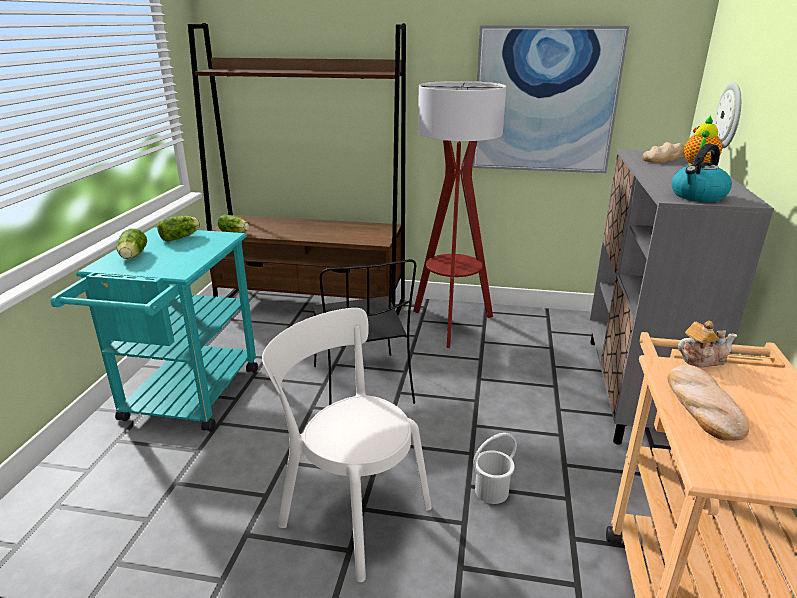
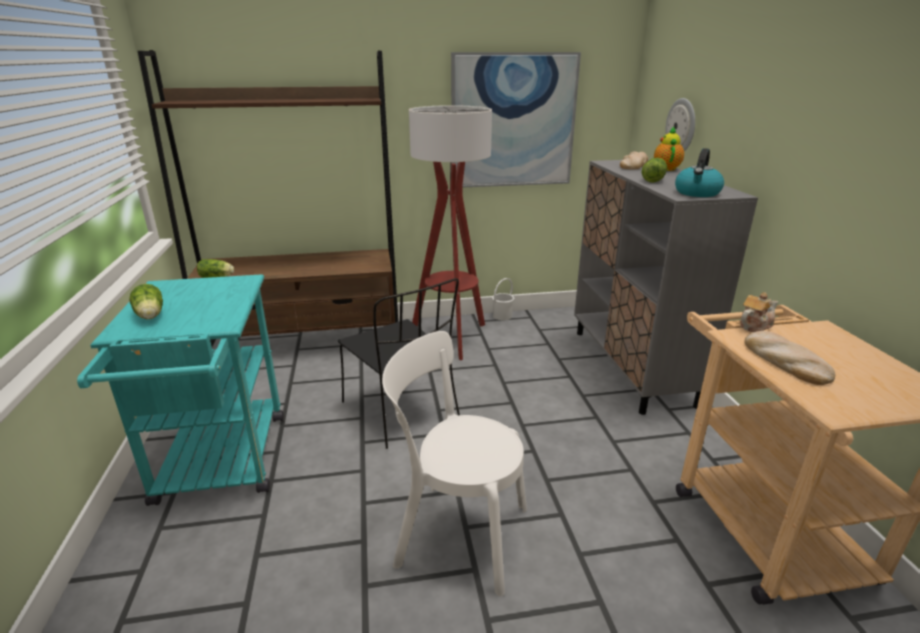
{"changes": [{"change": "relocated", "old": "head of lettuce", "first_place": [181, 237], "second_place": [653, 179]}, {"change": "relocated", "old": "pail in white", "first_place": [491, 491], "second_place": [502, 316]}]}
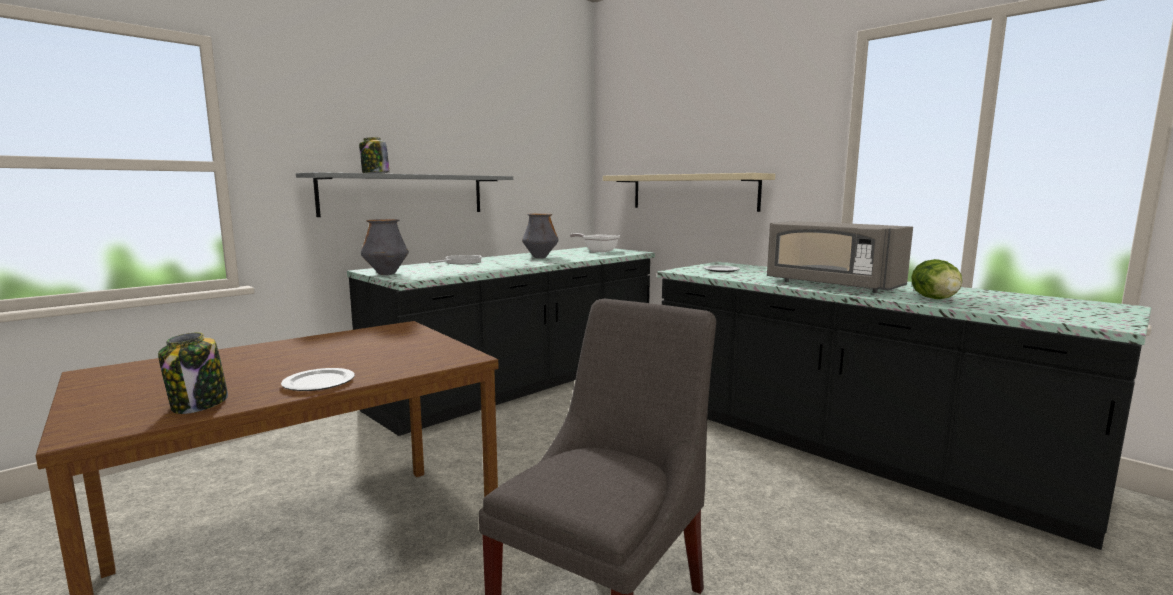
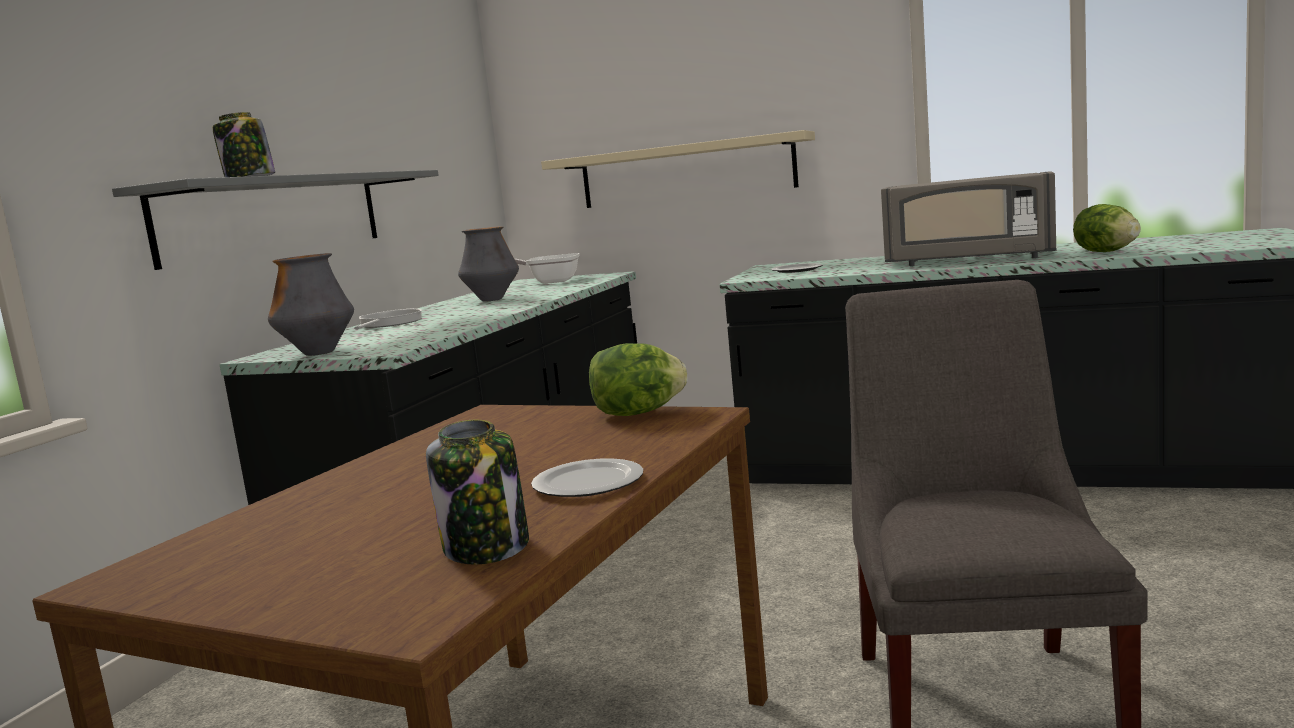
{"changes": [{"change": "appeared", "new": "head of lettuce", "second_place": [638, 413]}]}
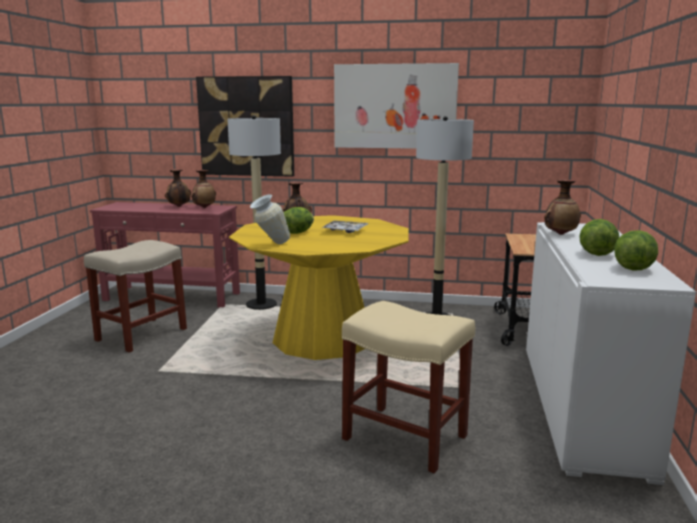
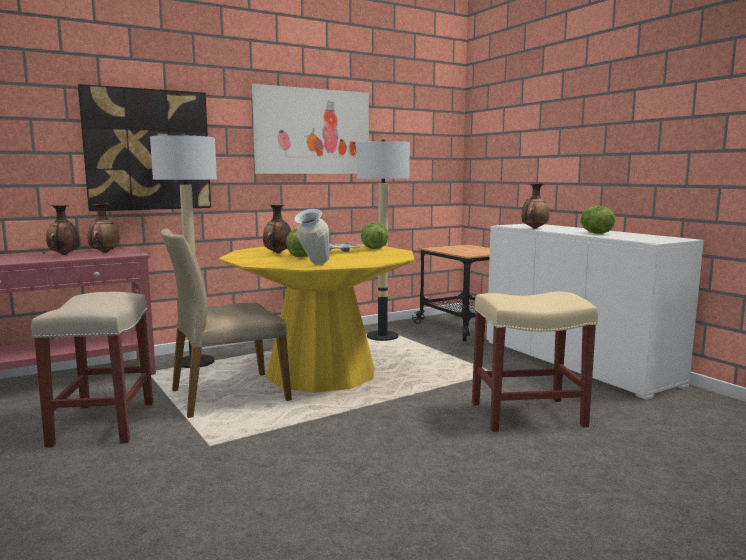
{"changes": [{"change": "relocated", "old": "head of lettuce", "first_place": [633, 268], "second_place": [373, 248]}, {"change": "appeared", "new": "plain chair in beige", "second_place": [228, 395]}]}
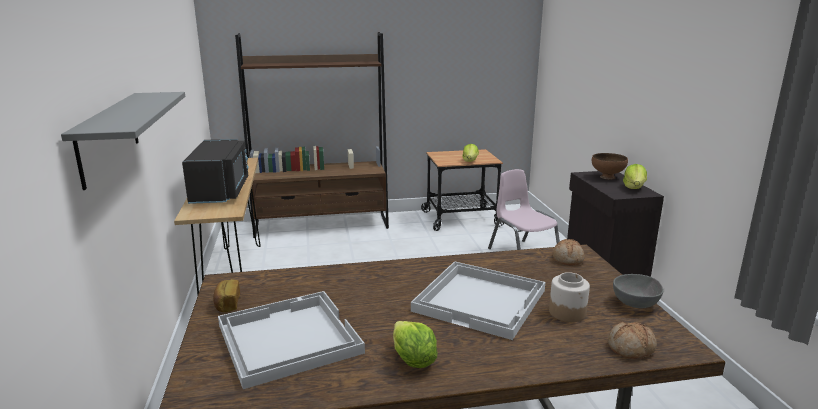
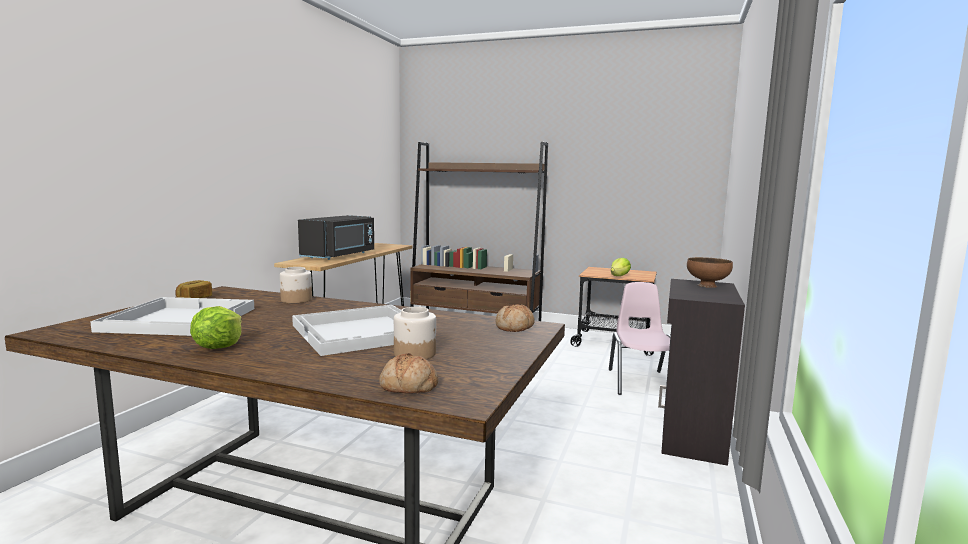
{"changes": [{"change": "missing", "old": "bracket shelf in gray", "first_place": [108, 136]}, {"change": "missing", "old": "serving bowl in gray", "first_place": [636, 304]}, {"change": "missing", "old": "head of lettuce", "first_place": [634, 188]}, {"change": "appeared", "new": "jar", "second_place": [296, 300]}]}
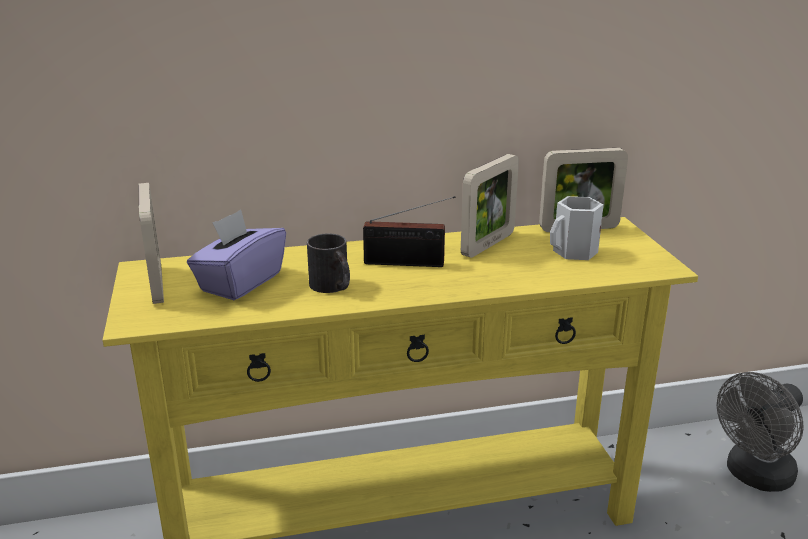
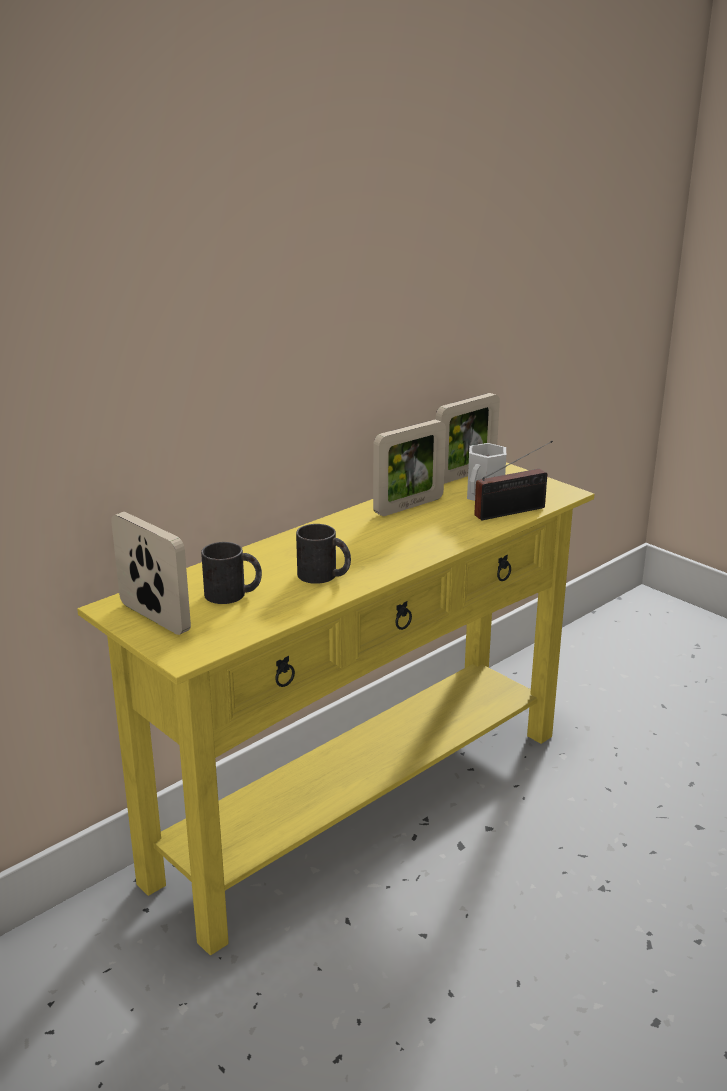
{"changes": [{"change": "exchanged", "old": "box of tissues in purple-coloured", "new": "tea mug in black", "first_place": [240, 282], "second_place": [233, 594]}, {"change": "relocated", "old": "radio", "first_place": [408, 263], "second_place": [514, 511]}, {"change": "spun", "old": "photo frame", "first_place": [488, 244], "second_place": [408, 506], "degrees": 45}, {"change": "missing", "old": "electric fan in gray", "first_place": [754, 476]}]}
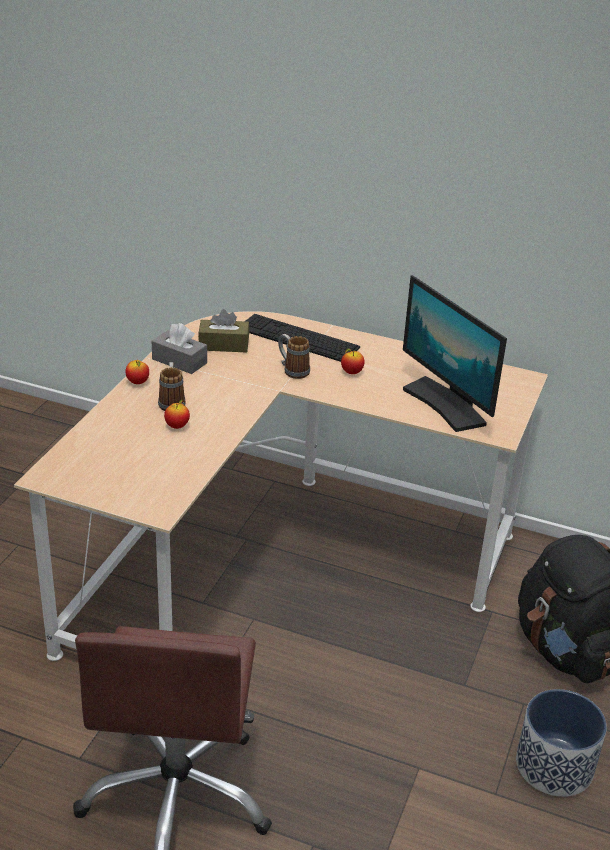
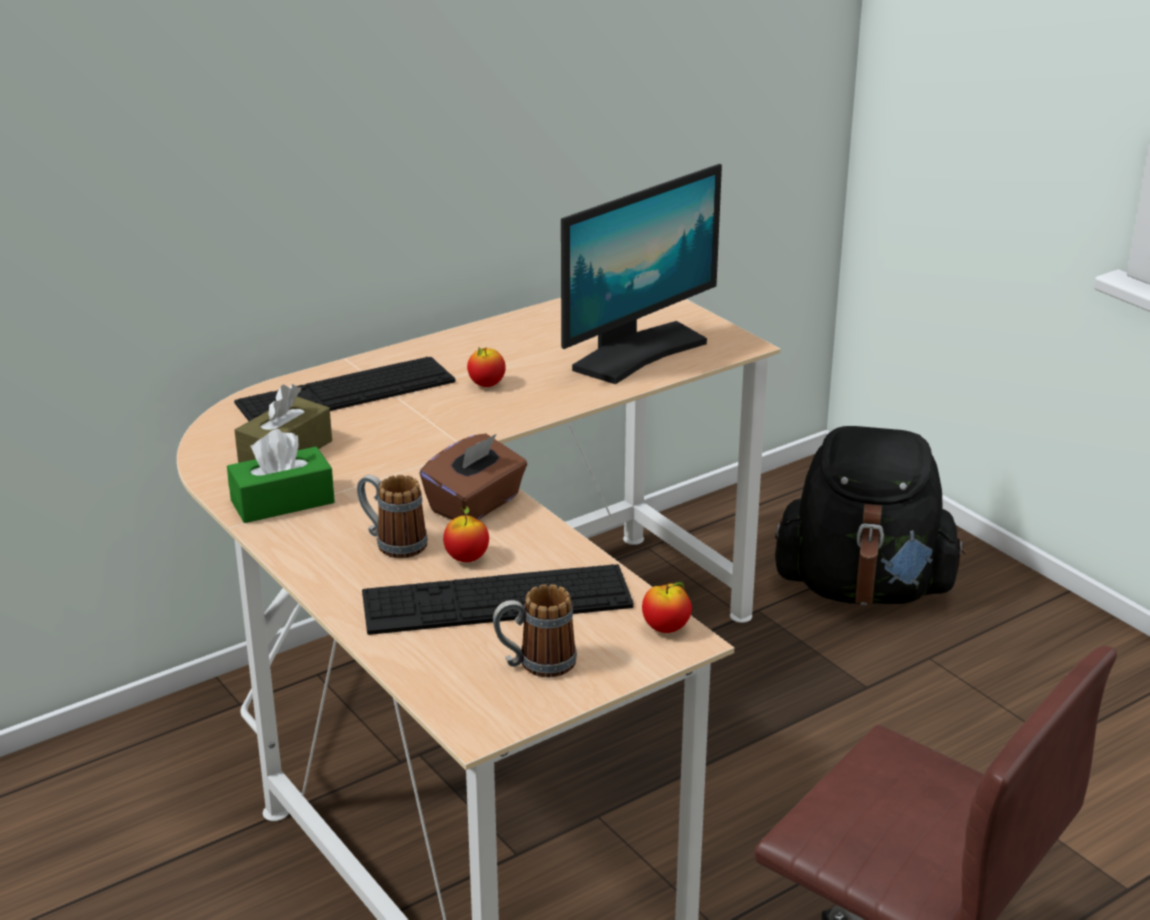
{"changes": [{"change": "relocated", "old": "whole apple", "first_place": [138, 382], "second_place": [666, 629]}, {"change": "colour", "old": "box of tissues in gray", "new": "box of tissues in green", "first_place": [179, 361], "second_place": [282, 502]}, {"change": "relocated", "old": "tea mug", "first_place": [292, 370], "second_place": [535, 664]}, {"change": "spun", "old": "computer screen", "first_place": [445, 404], "second_place": [637, 353], "degrees": -45}, {"change": "missing", "old": "flower pot", "first_place": [554, 766]}, {"change": "appeared", "new": "computer keyboard", "second_place": [496, 600]}, {"change": "appeared", "new": "box of tissues in brownish", "second_place": [476, 505]}]}
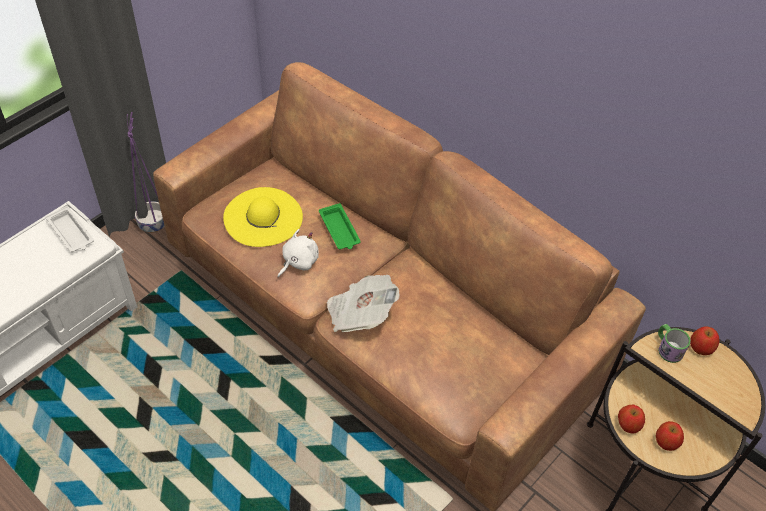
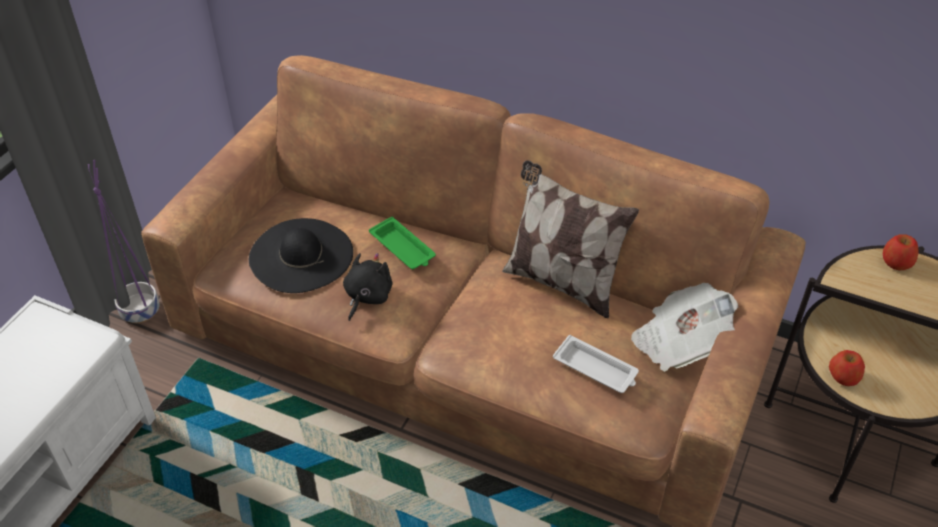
{"changes": [{"change": "relocated", "old": "carrying tray in white", "first_place": [71, 233], "second_place": [596, 369]}, {"change": "colour", "old": "hat in yellow", "new": "hat in black", "first_place": [263, 217], "second_place": [301, 255]}, {"change": "colour", "old": "plush toy in white", "new": "plush toy in black", "first_place": [298, 261], "second_place": [367, 296]}, {"change": "relocated", "old": "printed paper", "first_place": [360, 314], "second_place": [679, 342]}, {"change": "missing", "old": "whole apple", "first_place": [667, 441]}, {"change": "missing", "old": "tea mug", "first_place": [667, 348]}, {"change": "appeared", "new": "pillow", "second_place": [561, 282]}]}
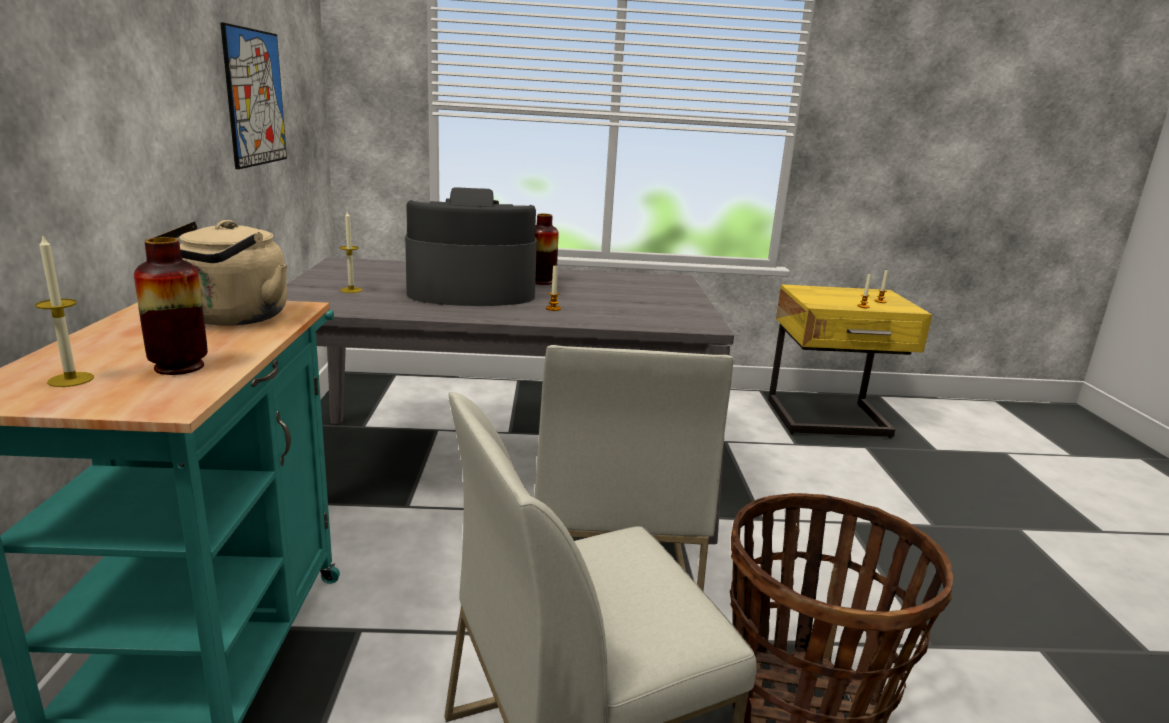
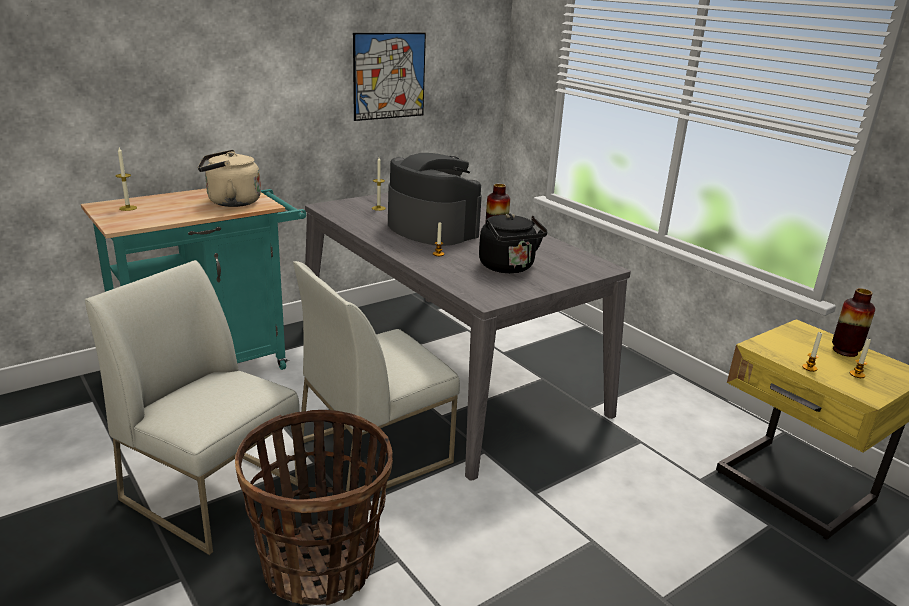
{"changes": [{"change": "relocated", "old": "vase", "first_place": [179, 367], "second_place": [845, 351]}, {"change": "appeared", "new": "tea kettle in black", "second_place": [508, 268]}]}
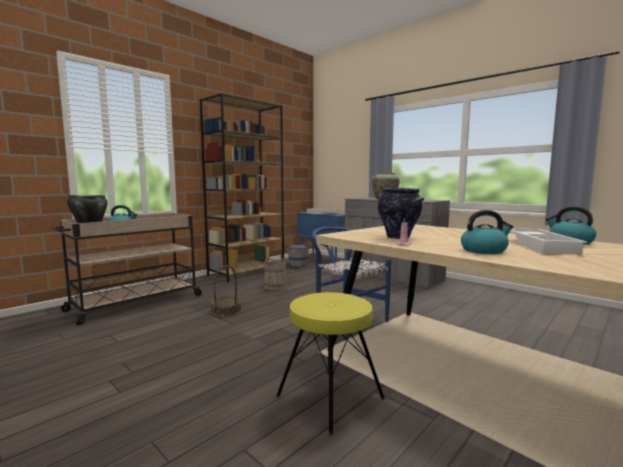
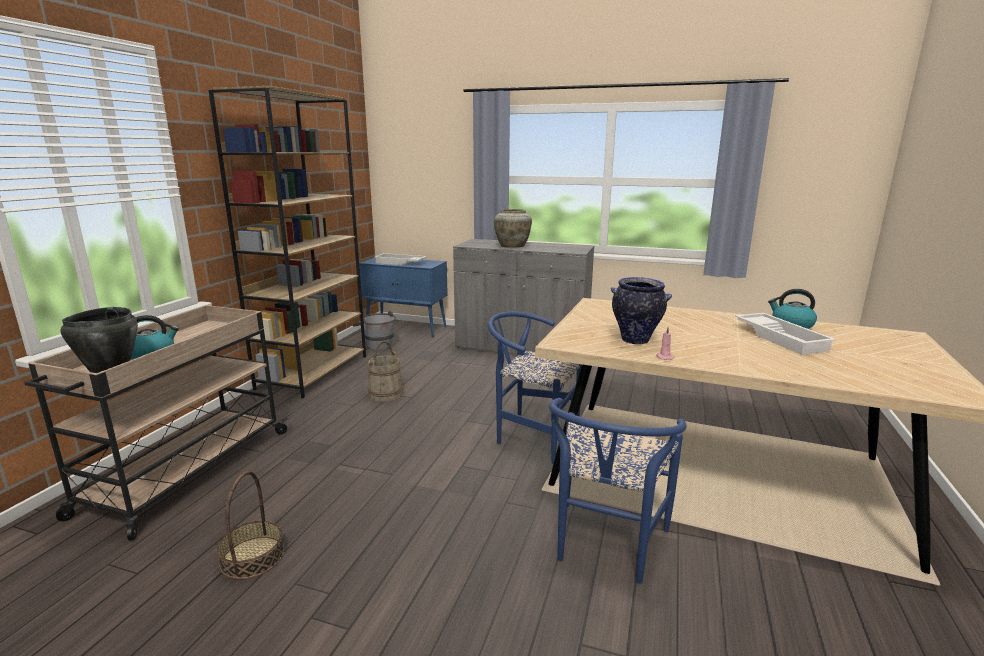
{"changes": [{"change": "relocated", "old": "storage basket", "first_place": [226, 311], "second_place": [252, 557]}, {"change": "exchanged", "old": "stool in yellow", "new": "plain chair in blue", "first_place": [329, 397], "second_place": [605, 547]}, {"change": "missing", "old": "tea kettle", "first_place": [484, 250]}]}
